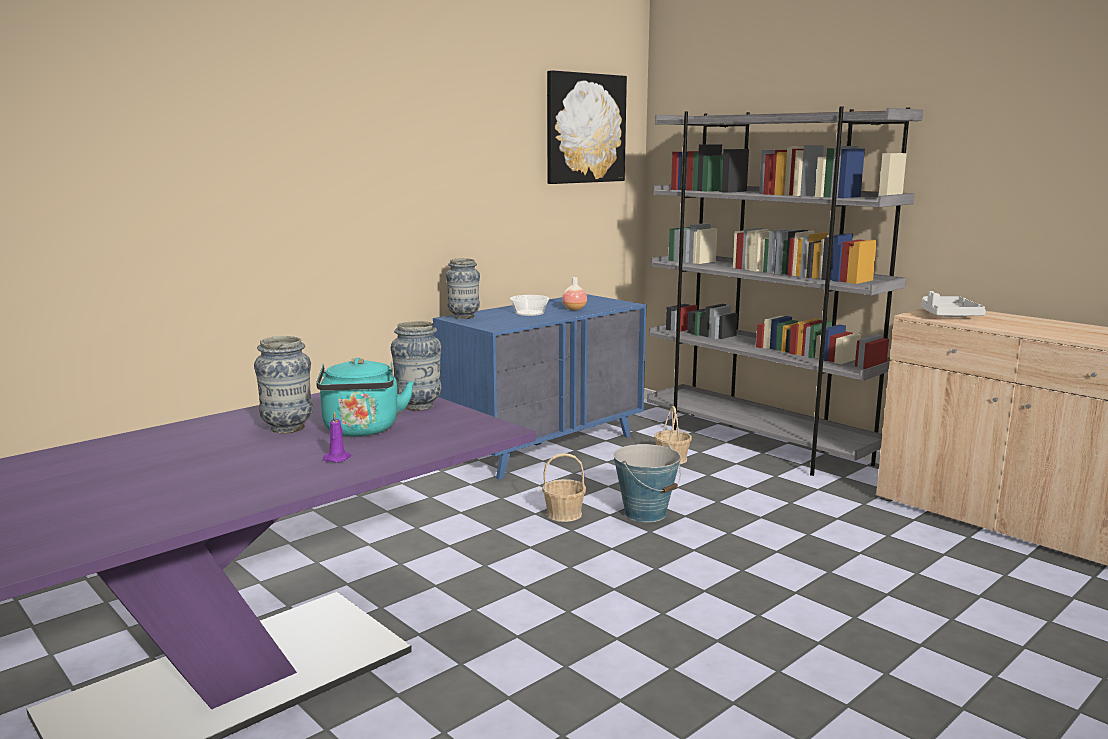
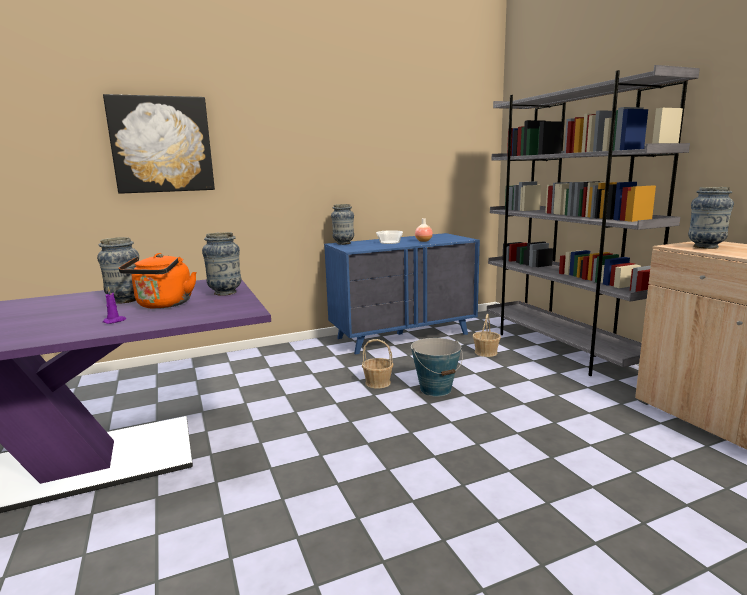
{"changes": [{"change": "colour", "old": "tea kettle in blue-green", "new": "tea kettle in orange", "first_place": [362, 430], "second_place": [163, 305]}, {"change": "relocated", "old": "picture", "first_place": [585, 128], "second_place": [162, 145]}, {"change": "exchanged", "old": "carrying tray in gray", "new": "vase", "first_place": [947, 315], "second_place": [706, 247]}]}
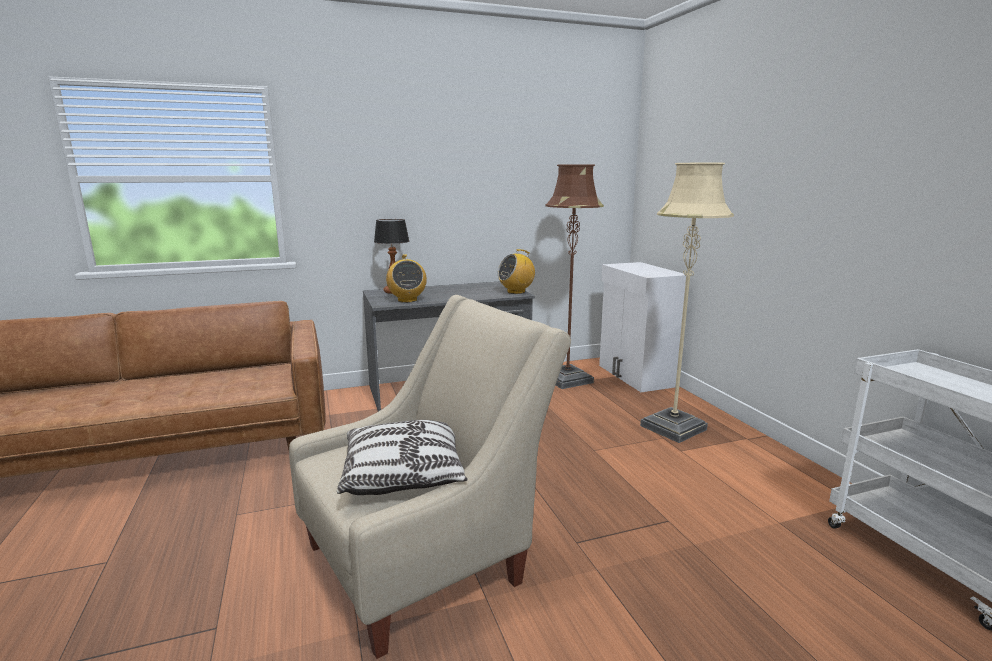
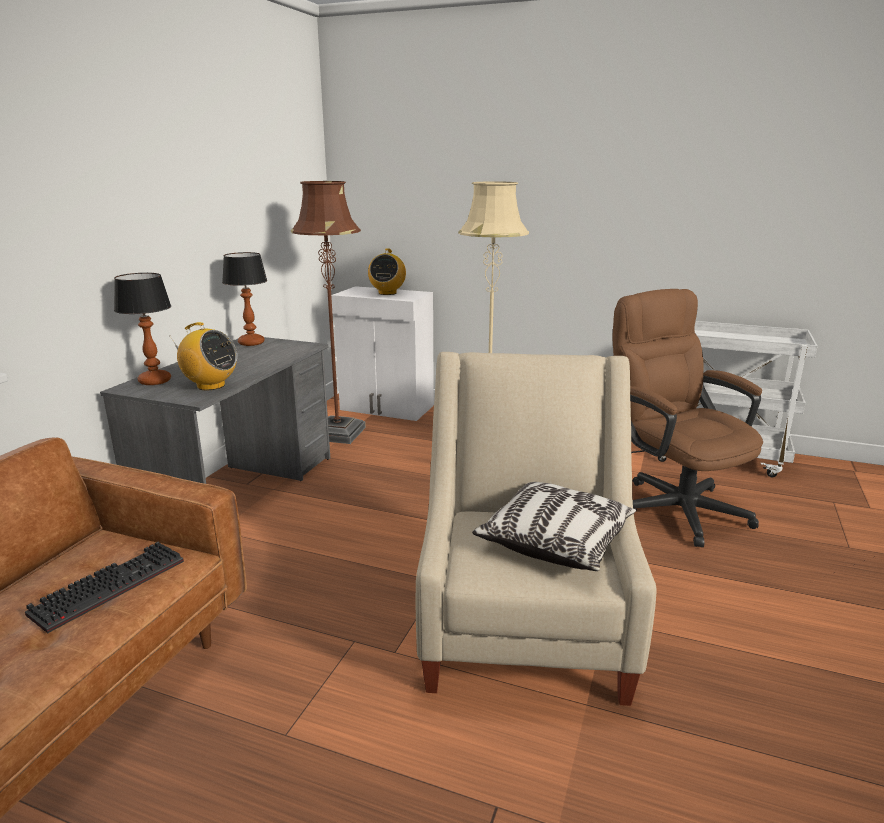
{"changes": [{"change": "relocated", "old": "radio", "first_place": [516, 292], "second_place": [387, 293]}, {"change": "appeared", "new": "computer keyboard", "second_place": [110, 585]}, {"change": "appeared", "new": "table lamp", "second_place": [251, 343]}, {"change": "appeared", "new": "office chair in brownish", "second_place": [672, 504]}]}
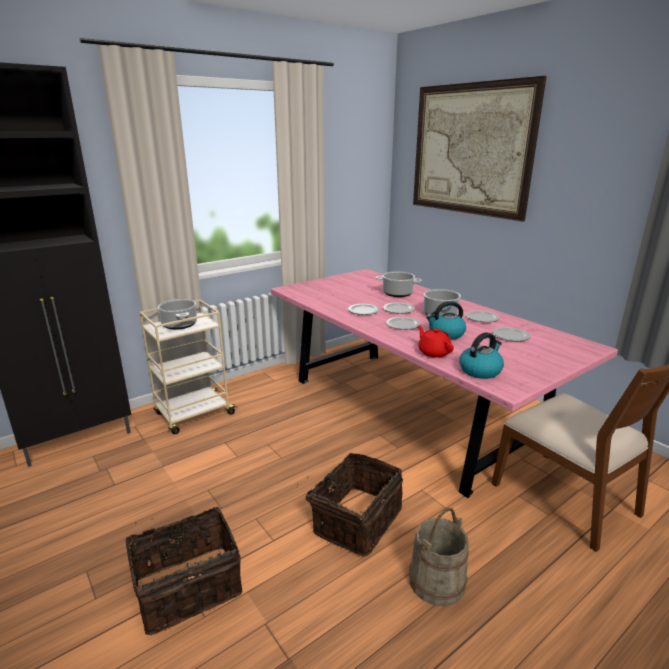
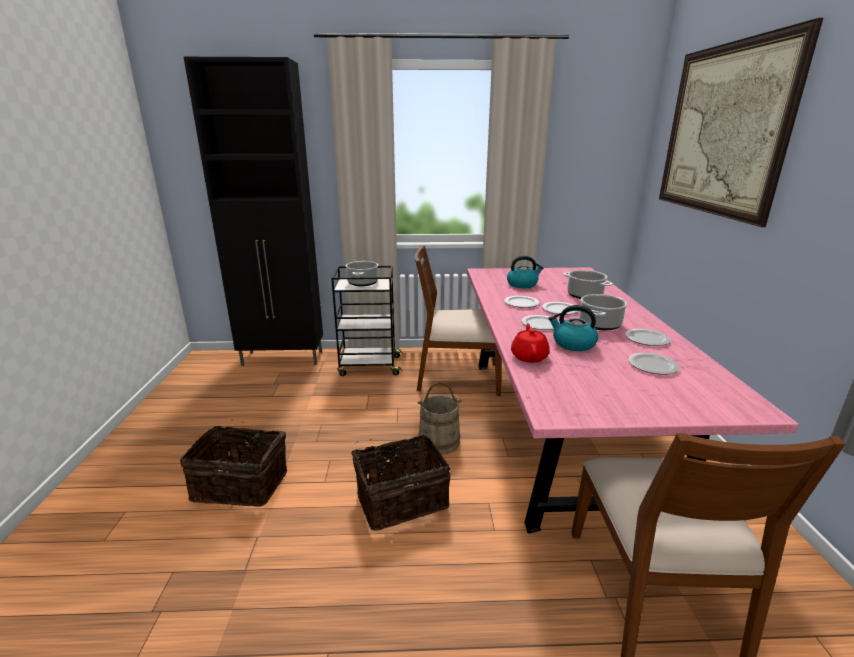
{"changes": [{"change": "colour", "old": "wheeled cart in beige", "new": "wheeled cart in black", "first_place": [193, 414], "second_place": [369, 366]}, {"change": "relocated", "old": "pail in beige", "first_place": [436, 581], "second_place": [439, 441]}, {"change": "relocated", "old": "tea kettle", "first_place": [480, 370], "second_place": [522, 284]}, {"change": "appeared", "new": "plain chair in brownish", "second_place": [457, 377]}]}
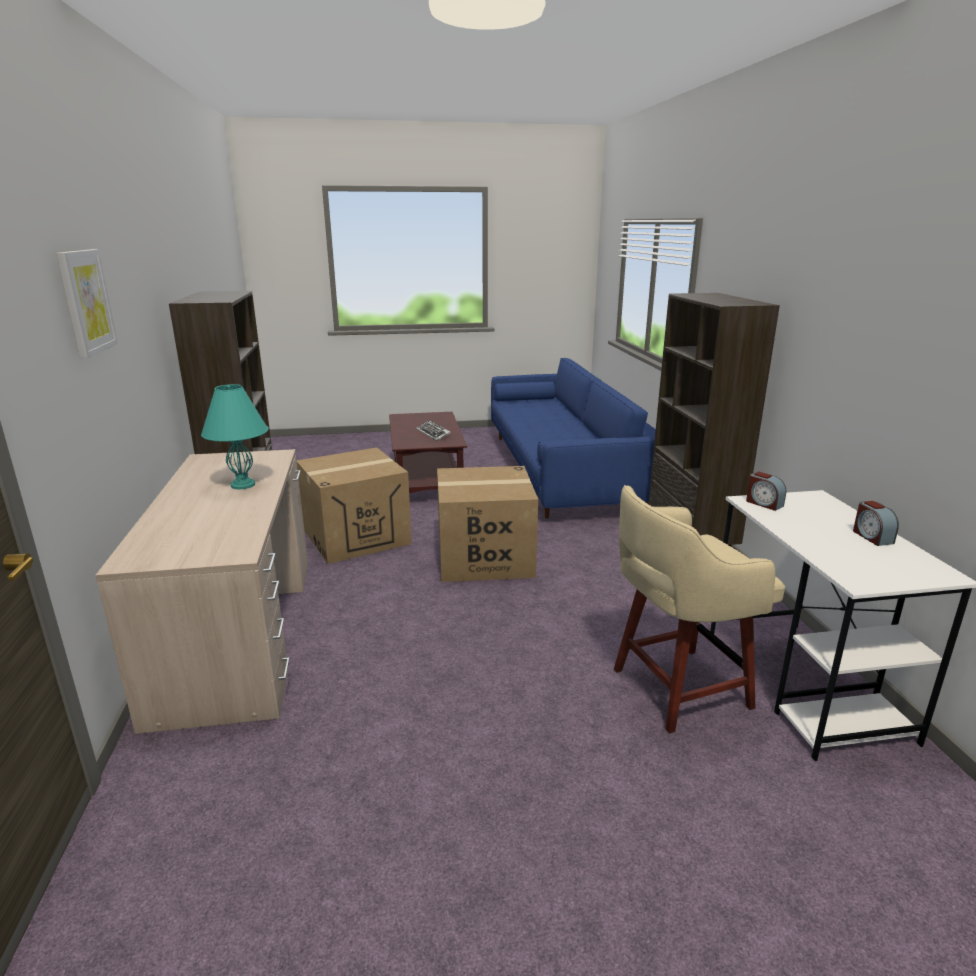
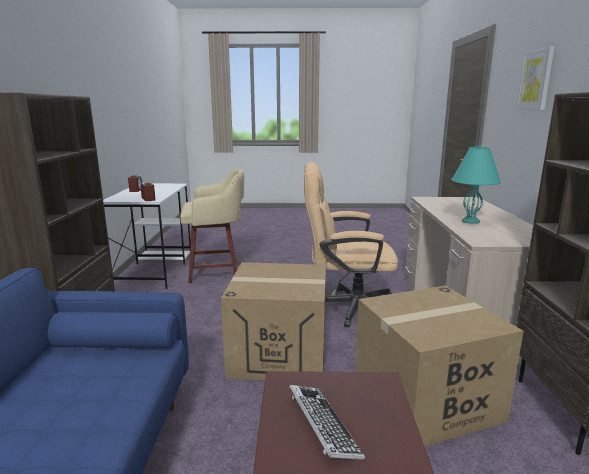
{"changes": [{"change": "appeared", "new": "office chair in beige", "second_place": [346, 307]}]}
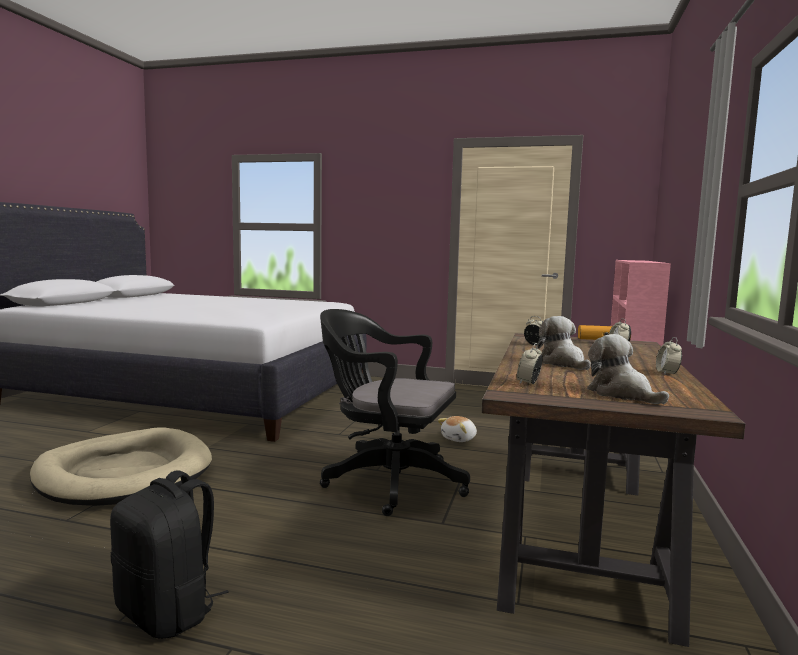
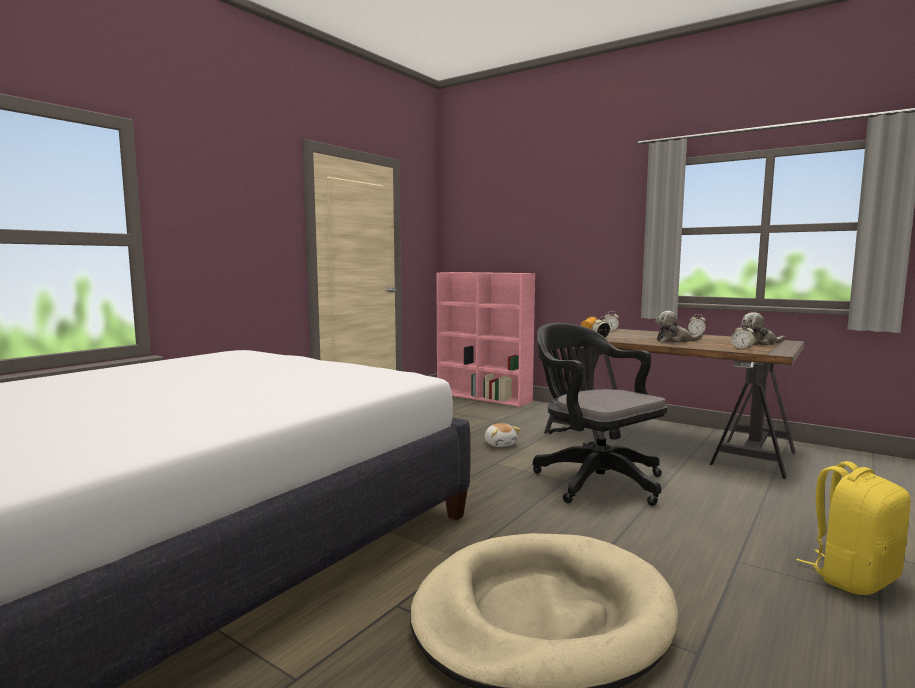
{"changes": [{"change": "colour", "old": "backpack in black", "new": "backpack in yellow", "first_place": [168, 612], "second_place": [853, 578]}, {"change": "spun", "old": "office chair in black", "first_place": [387, 481], "second_place": [593, 480], "degrees": 105}]}
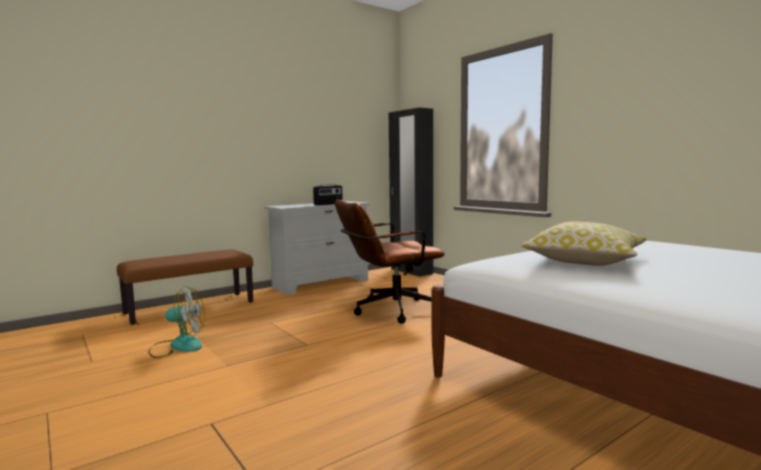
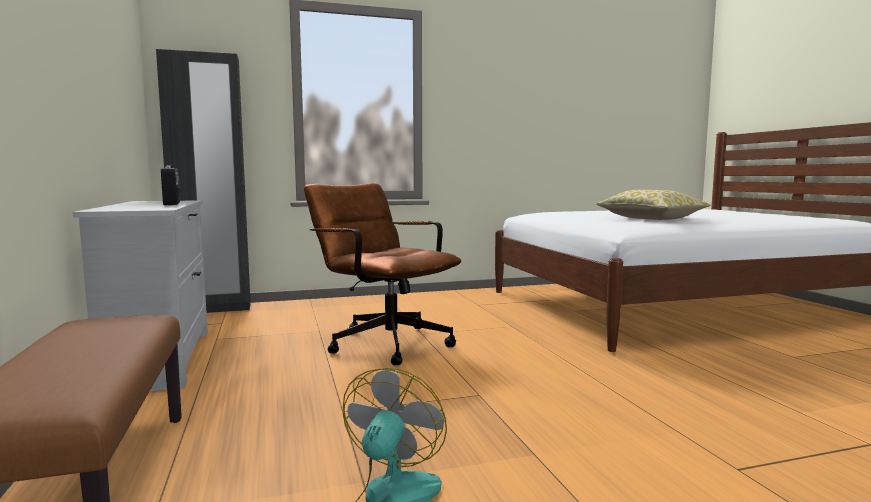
{"changes": [{"change": "spun", "old": "office chair in brownish", "first_place": [388, 311], "second_place": [383, 342], "degrees": 135}]}
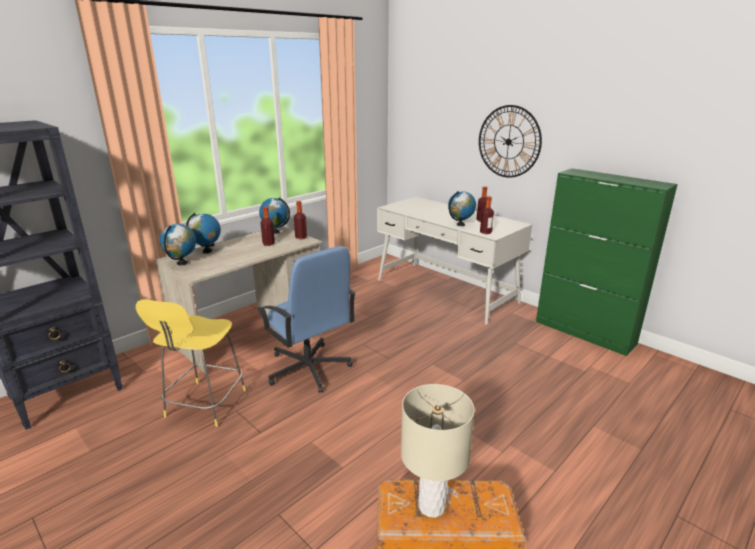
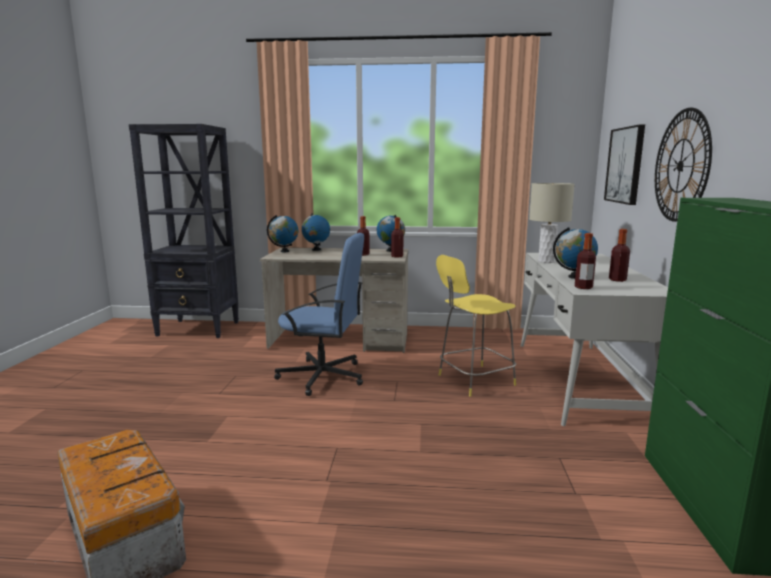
{"changes": [{"change": "relocated", "old": "stool in yellow", "first_place": [204, 405], "second_place": [473, 380]}, {"change": "spun", "old": "office chair in blue", "first_place": [308, 369], "second_place": [323, 376], "degrees": -90}, {"change": "relocated", "old": "table lamp in beige", "first_place": [432, 506], "second_place": [547, 261]}, {"change": "appeared", "new": "picture", "second_place": [625, 165]}]}
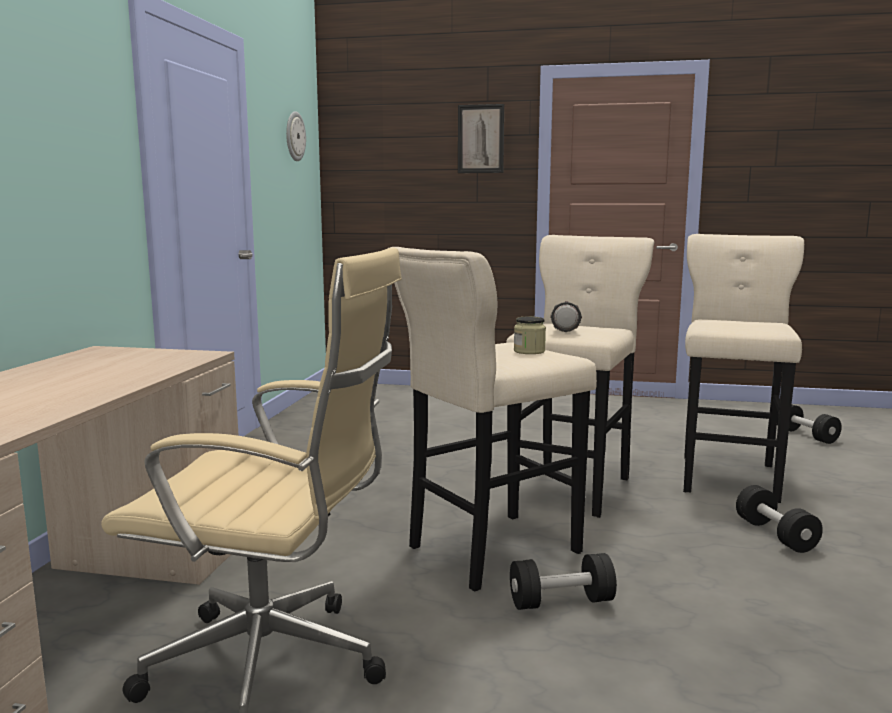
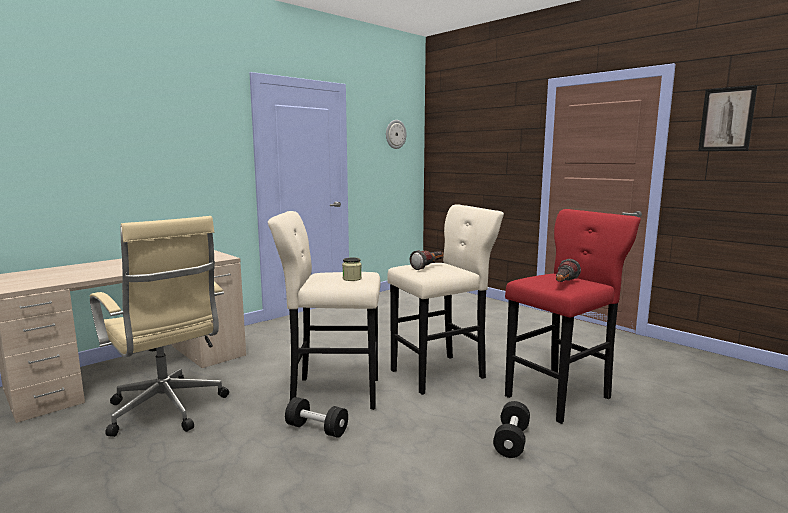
{"changes": [{"change": "relocated", "old": "picture", "first_place": [480, 139], "second_place": [726, 119]}, {"change": "colour", "old": "stool in beige", "new": "stool in red-coloured", "first_place": [729, 476], "second_place": [561, 395]}, {"change": "missing", "old": "dumbbell in black", "first_place": [806, 435]}, {"change": "appeared", "new": "flashlight", "second_place": [564, 284]}]}
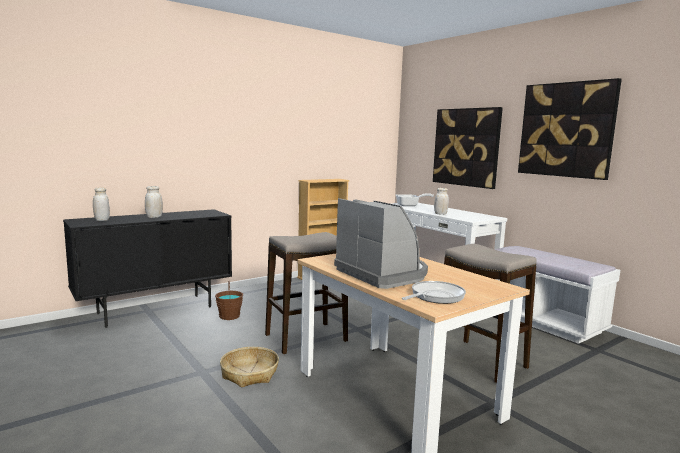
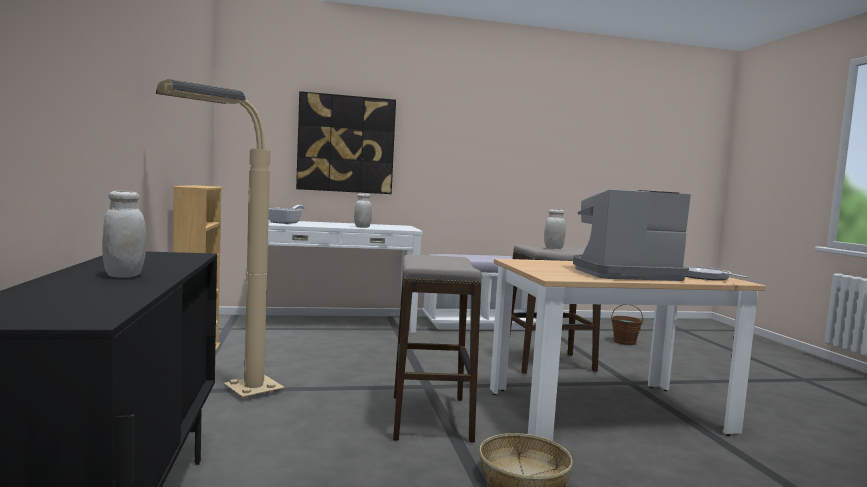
{"changes": [{"change": "relocated", "old": "jar in white", "first_place": [102, 220], "second_place": [553, 248]}, {"change": "relocated", "old": "pail in brownish", "first_place": [229, 316], "second_place": [624, 342]}, {"change": "missing", "old": "picture", "first_place": [566, 130]}, {"change": "appeared", "new": "standing lamp in beige", "second_place": [223, 398]}]}
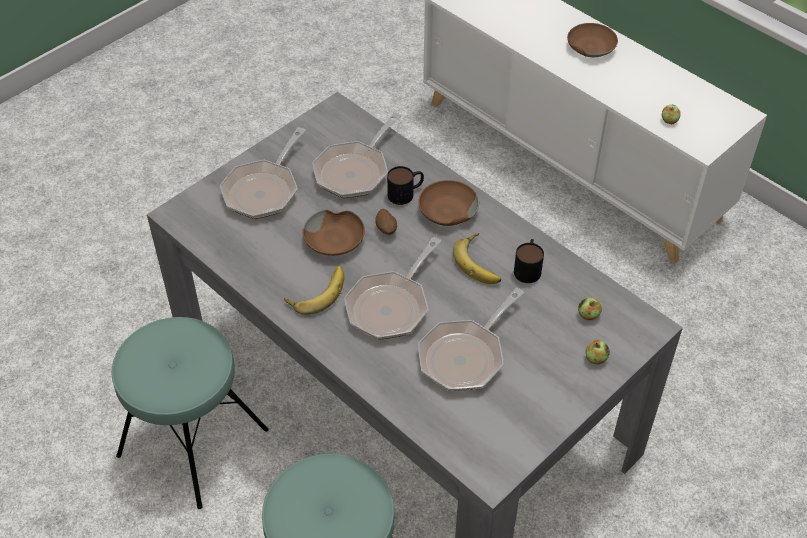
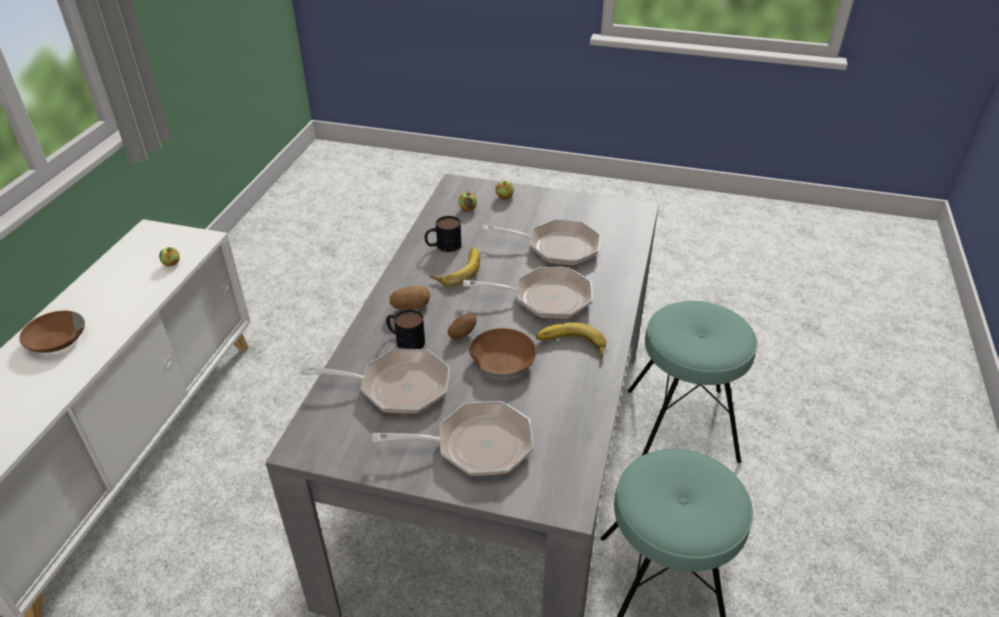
{"changes": [{"change": "exchanged", "old": "serving bowl in brownish", "new": "whole potato", "first_place": [446, 211], "second_place": [411, 307]}]}
